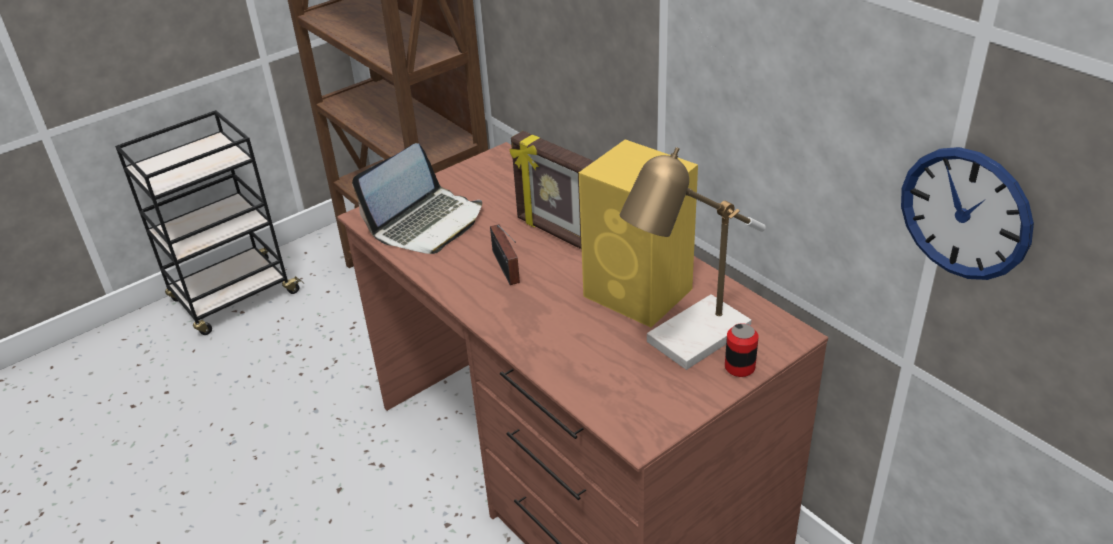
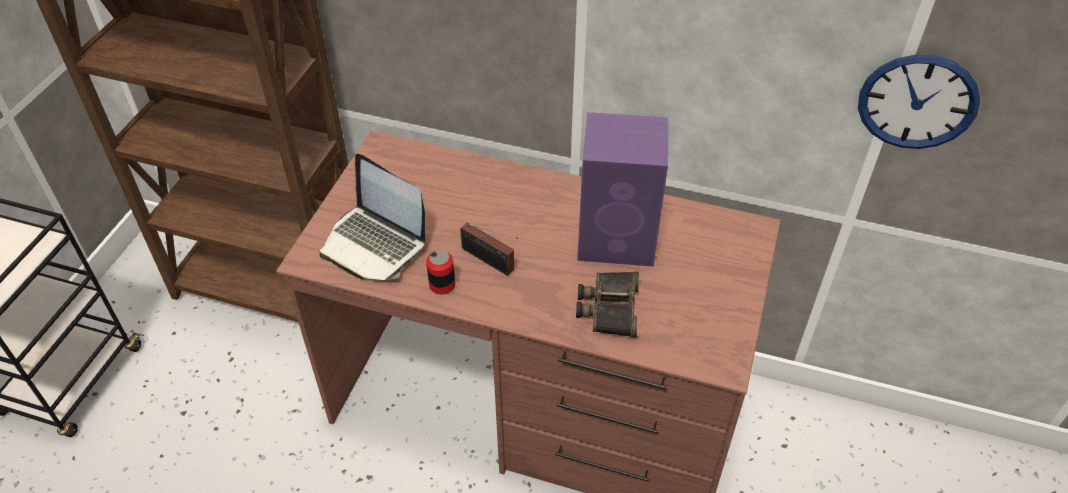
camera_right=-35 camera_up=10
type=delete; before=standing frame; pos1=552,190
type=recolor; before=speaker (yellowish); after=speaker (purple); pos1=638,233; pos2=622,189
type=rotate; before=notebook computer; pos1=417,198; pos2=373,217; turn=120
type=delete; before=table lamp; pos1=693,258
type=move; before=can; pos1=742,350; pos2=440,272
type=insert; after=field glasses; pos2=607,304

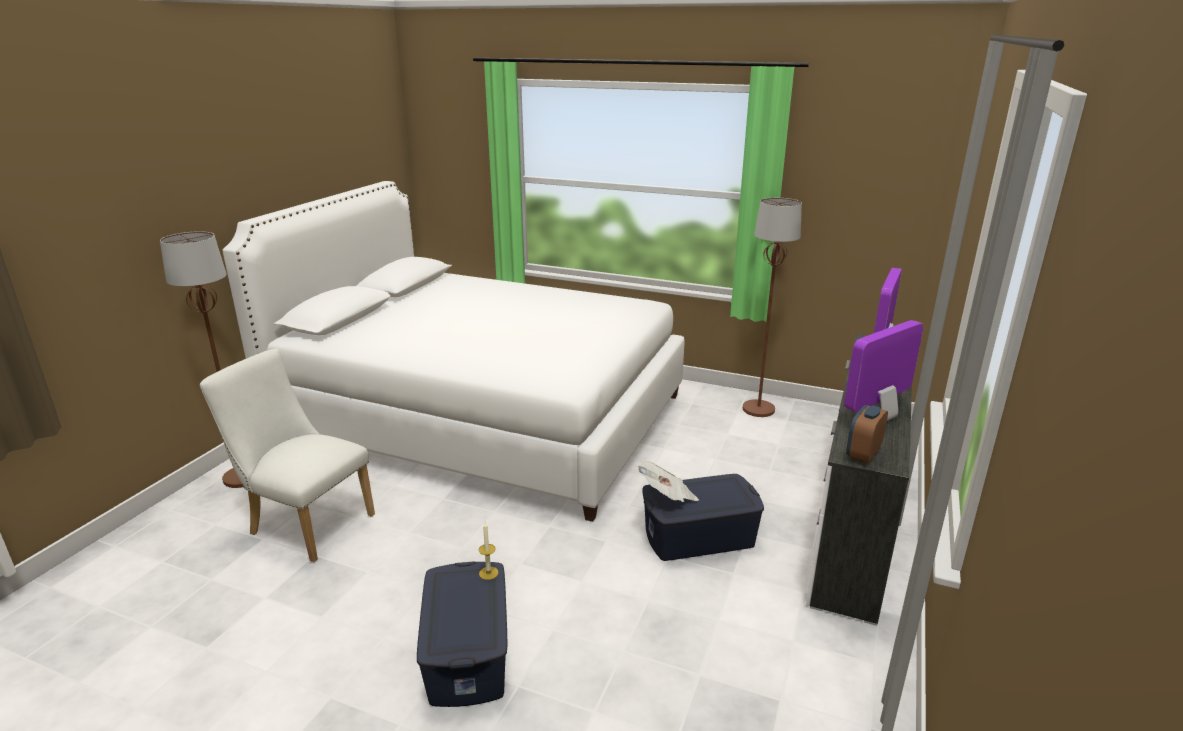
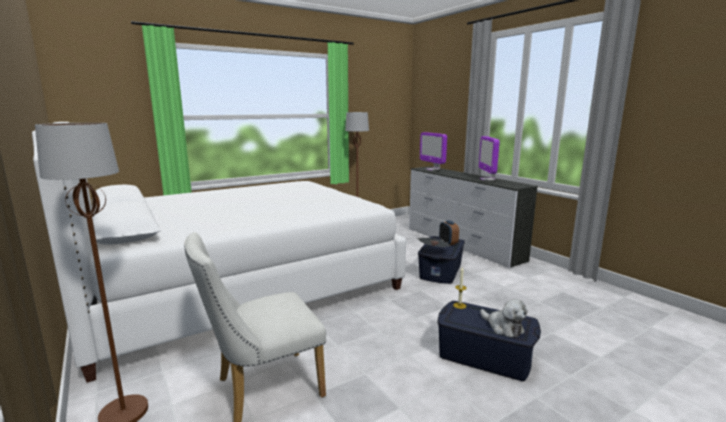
camera_right=-55 camera_up=-10
type=move; before=bedside clock; pos1=867,434; pos2=449,232
type=insert; after=plush toy; pos2=504,318

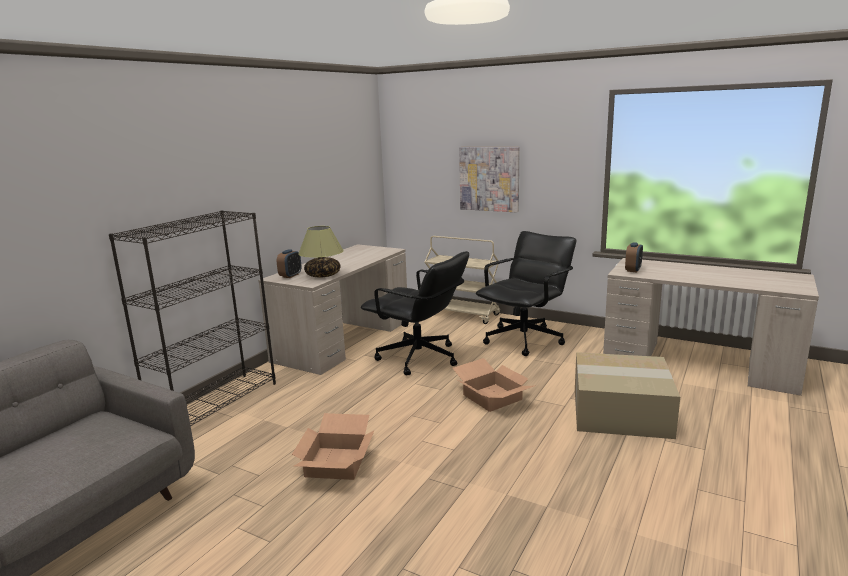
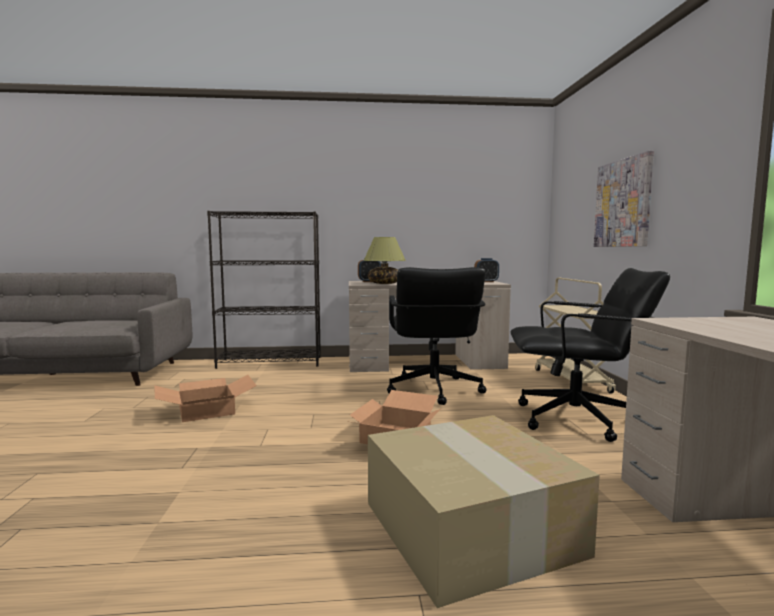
camera_right=55 camera_up=-10
type=move; before=bedside clock; pos1=634,257; pos2=486,270

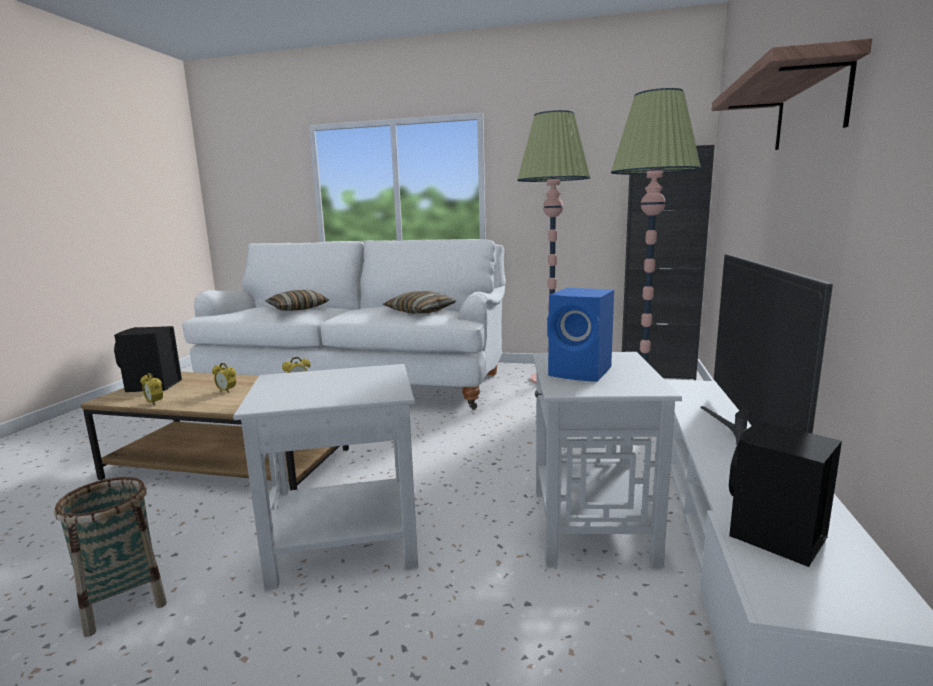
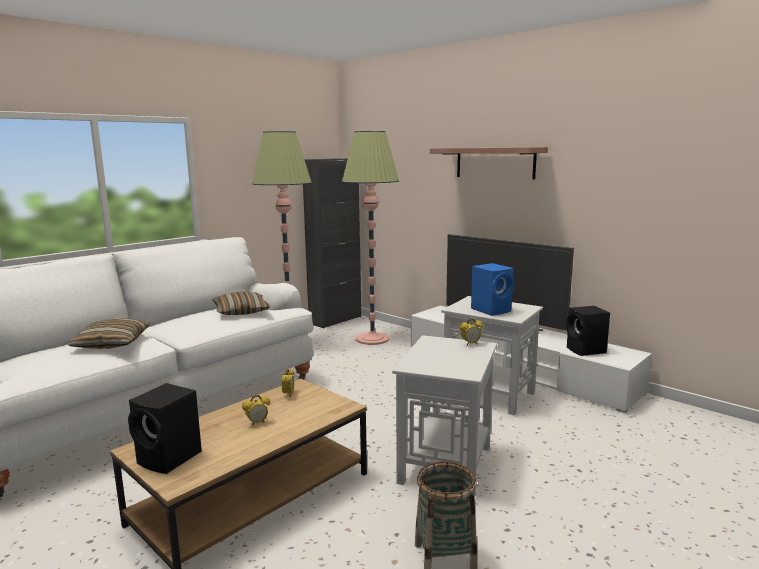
camera_right=-60 camera_up=0
type=move; before=bedside clock; pos1=151,389; pos2=471,332

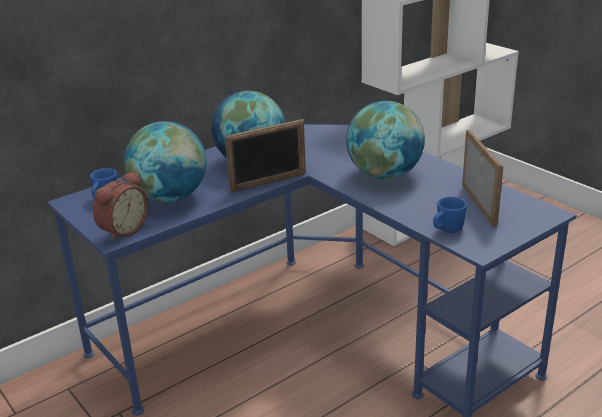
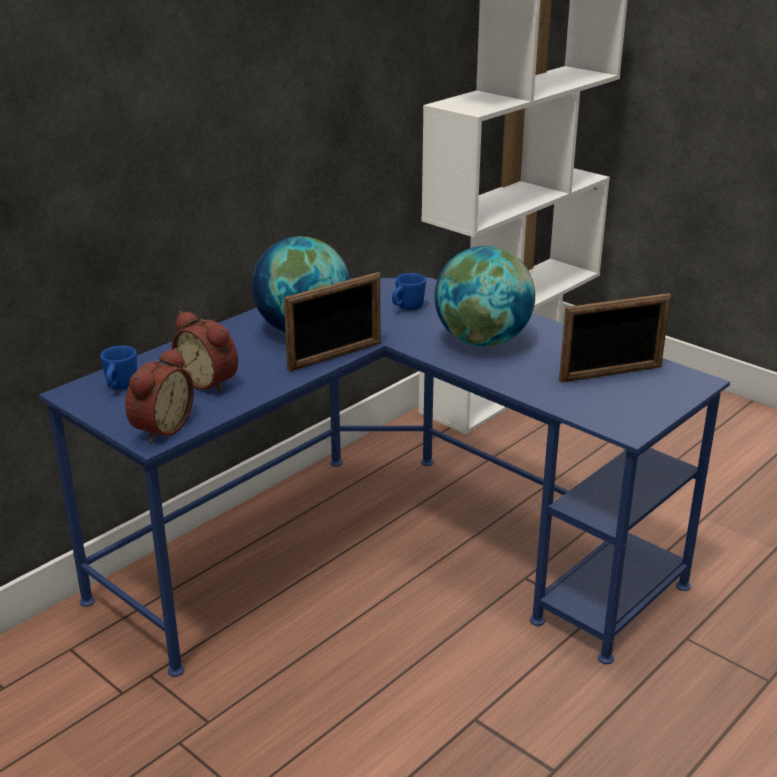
camera_right=-10 camera_up=0
type=replace; before=world globe; after=bedside clock; pos1=165,161; pos2=205,352
type=rotate; before=standing frame; pos1=482,178; pos2=615,337; turn=90
type=move; before=mug (blue-coloured); pos1=450,215; pos2=409,291

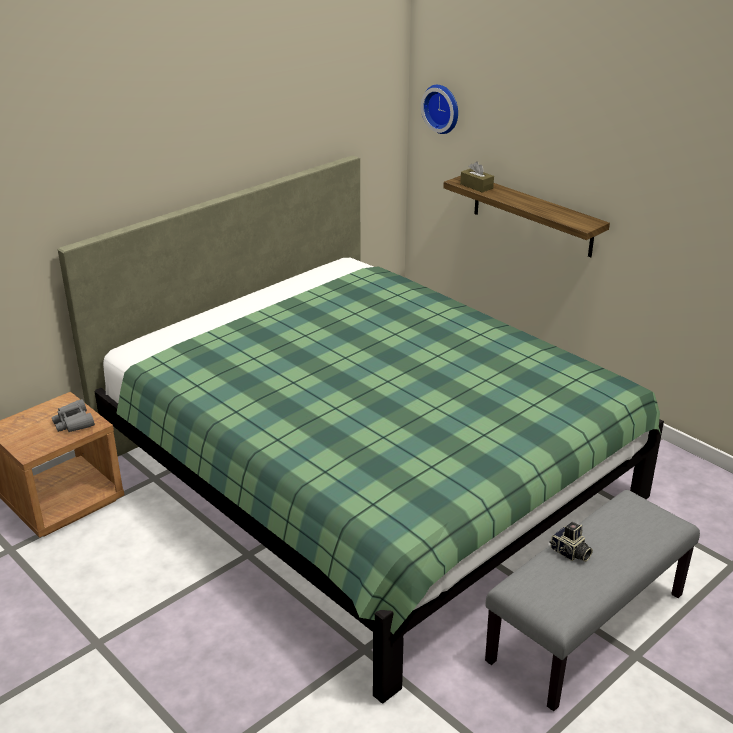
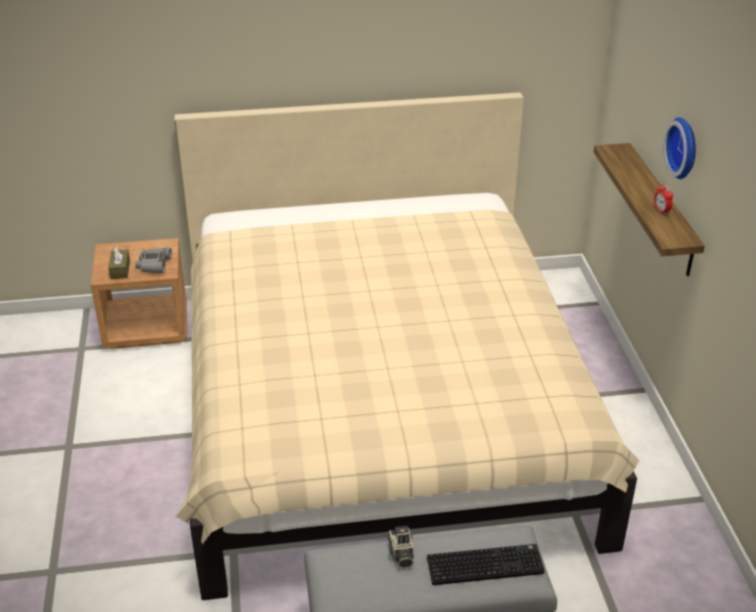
camera_right=35 camera_up=5
type=move; before=wall clock; pos1=439,109; pos2=679,148
type=recolor; before=bed (green); after=bed (sand-coloured); pos1=361,429; pos2=406,346
type=move; before=tissue holder (brown); pos1=477,177; pos2=119,263
type=insert; after=bedside clock; pos2=663,199
type=insert; after=keyboard; pos2=486,564

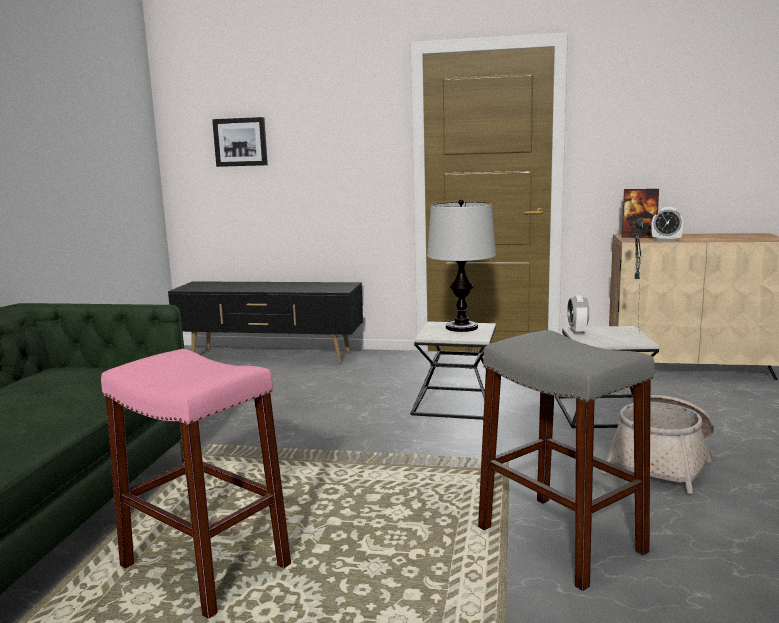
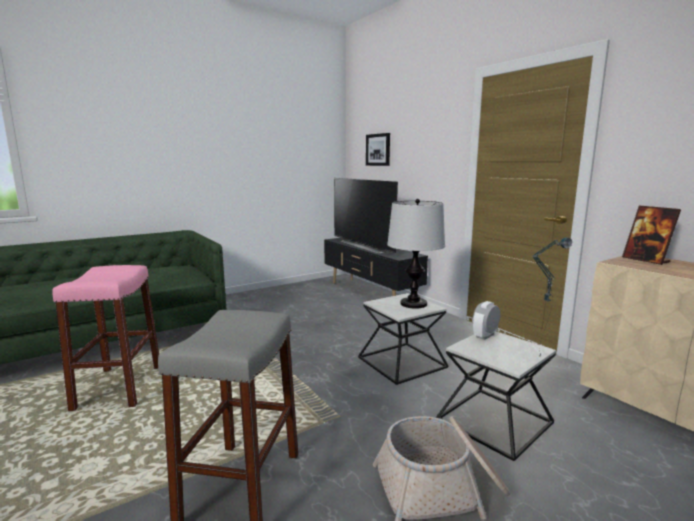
camera_right=45 camera_up=0
type=delete; before=bedside clock; pos1=668,224
type=insert; after=TV; pos2=366,216

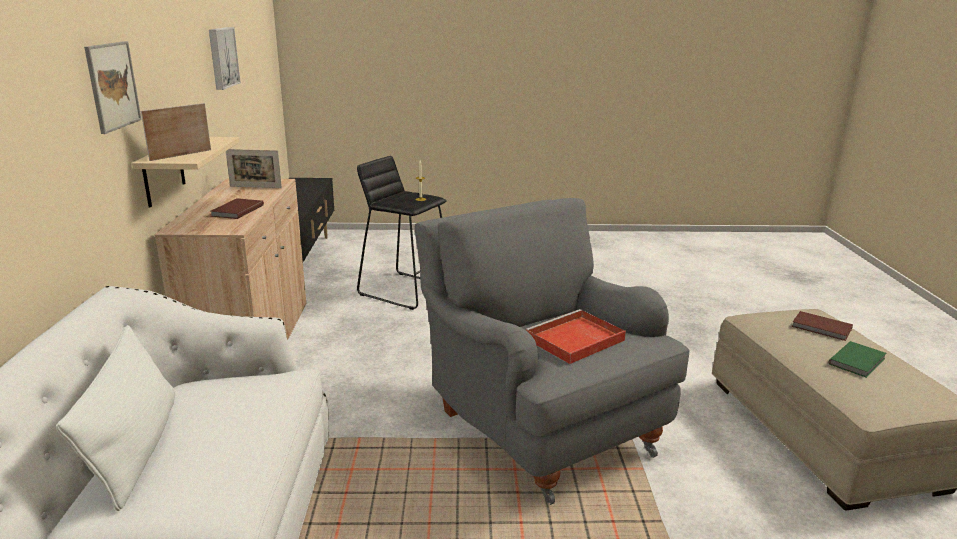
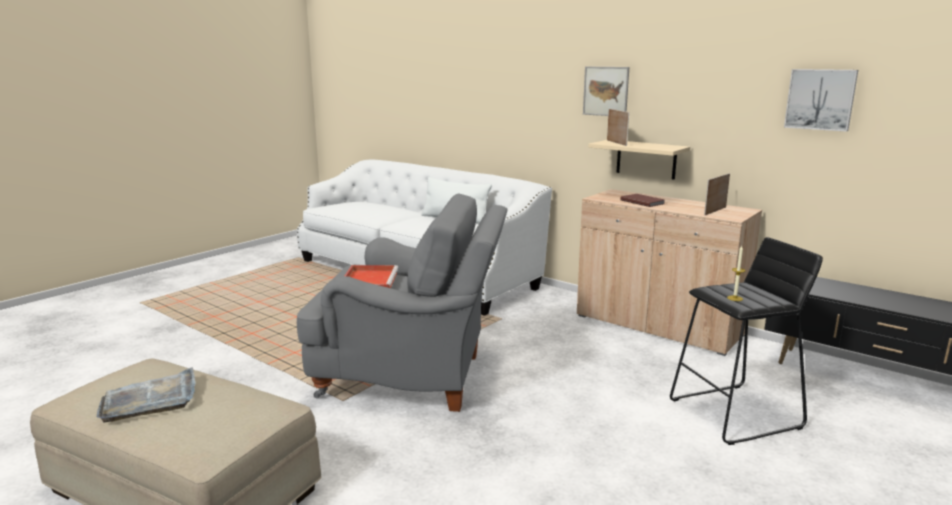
camera_right=130 camera_up=-5
type=delete; before=bound book (brown); pos1=822,326
type=replace; before=bound book (green); after=carrying tray (gray); pos1=857,359; pos2=146,394

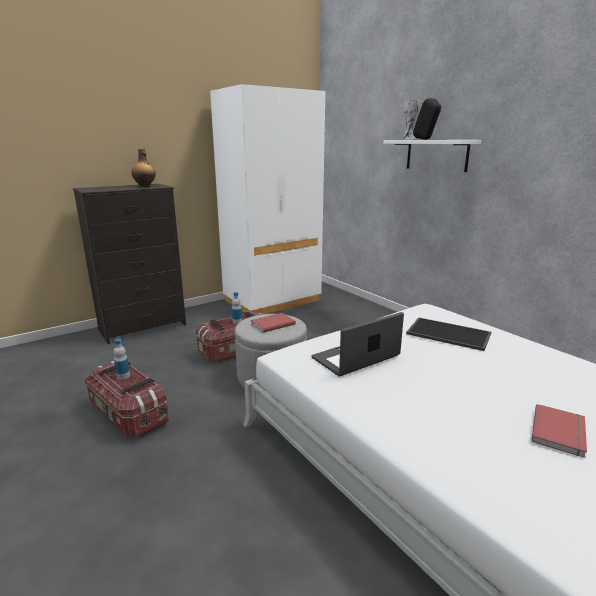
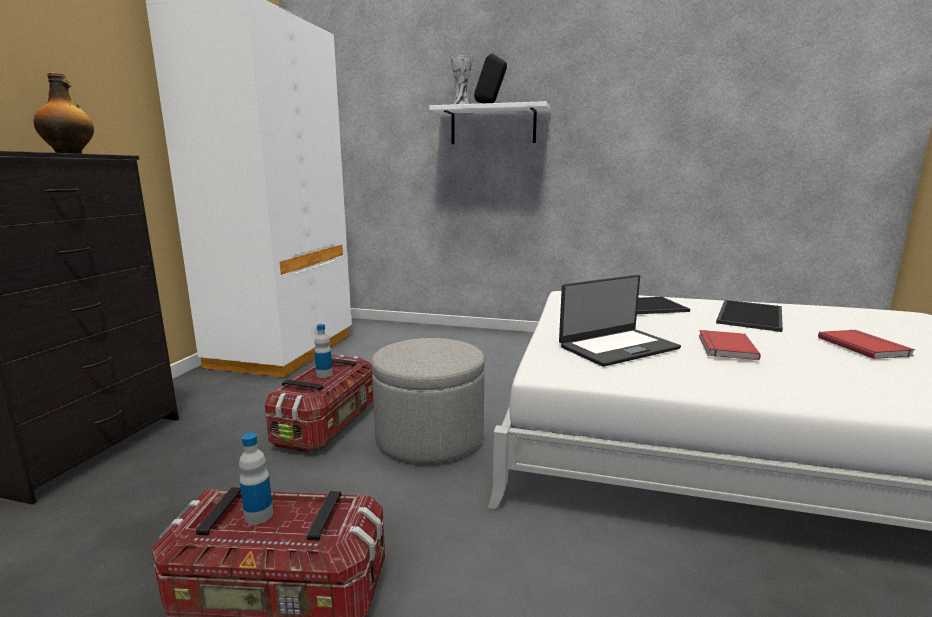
camera_right=-40 camera_up=-5
type=rotate; before=notebook computer; pos1=357,344; pos2=620,321; turn=-135
type=move; before=bound book (red-coloured); pos1=273,323; pos2=730,345
type=insert; after=carrying tray; pos2=749,316

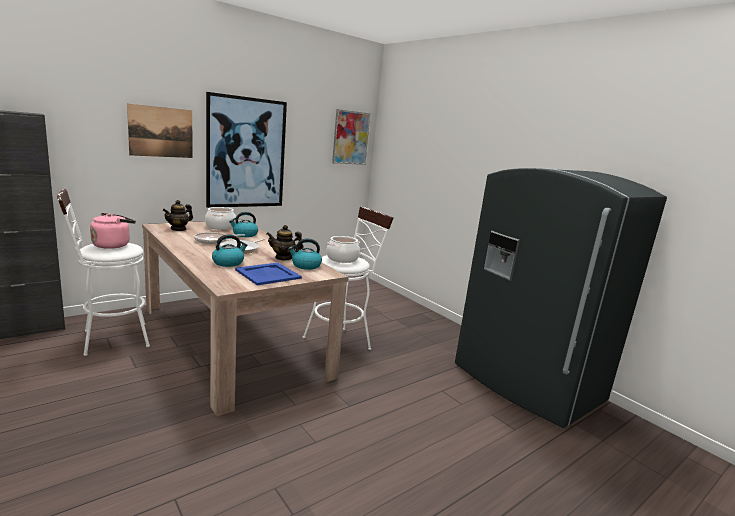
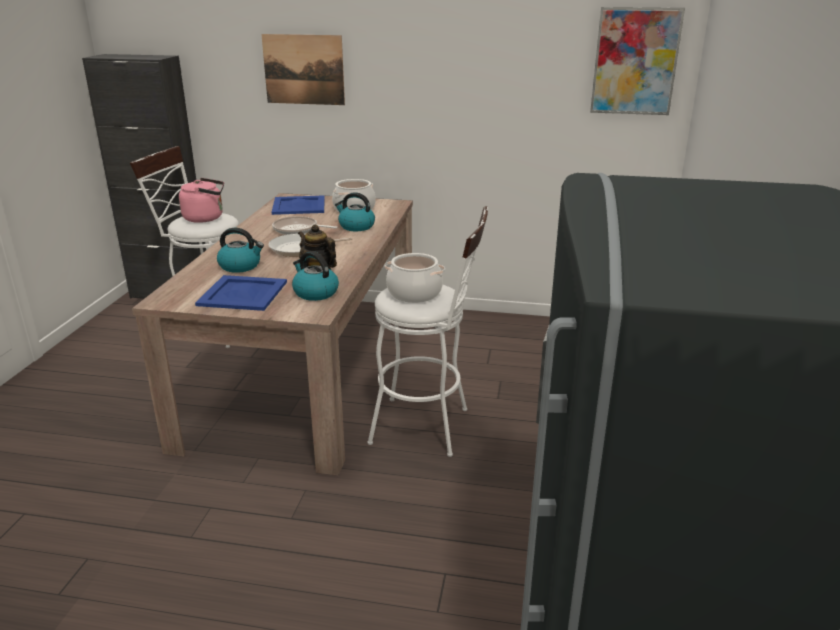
camera_right=50 camera_up=10
type=delete; before=wall art; pos1=246,150
type=replace; before=tea pot; after=carrying tray (blue-coloured); pos1=178,215; pos2=298,205

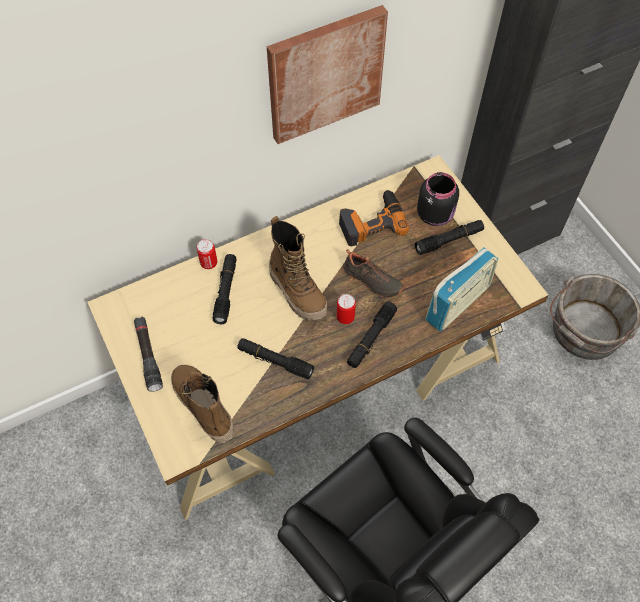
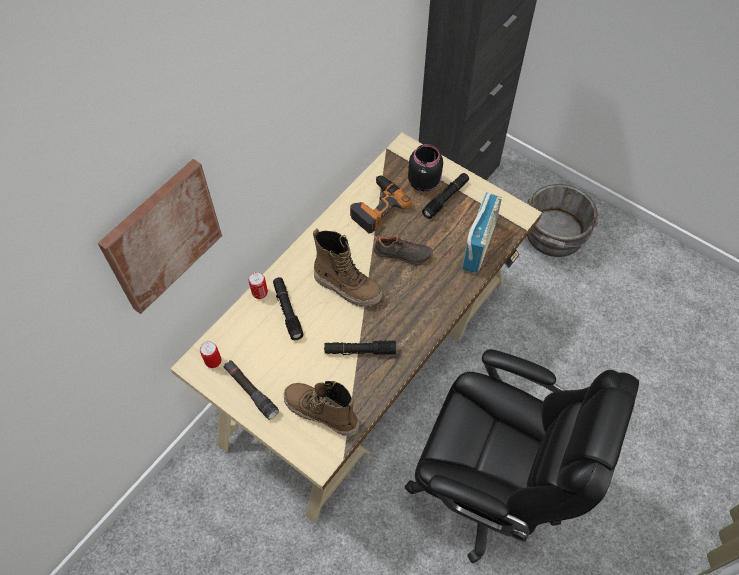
camera_right=-25 camera_up=0
type=move; before=wall art; pos1=327,74; pos2=160,236
type=move; before=can; pos1=346,309; pos2=210,354
type=delete; before=hand torch (black-coloured); pos1=372,334

